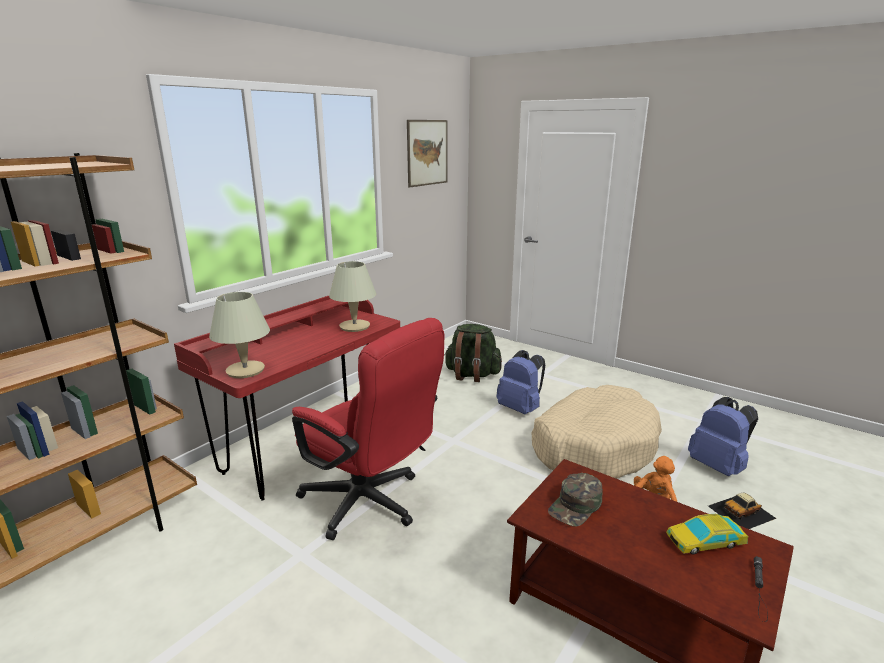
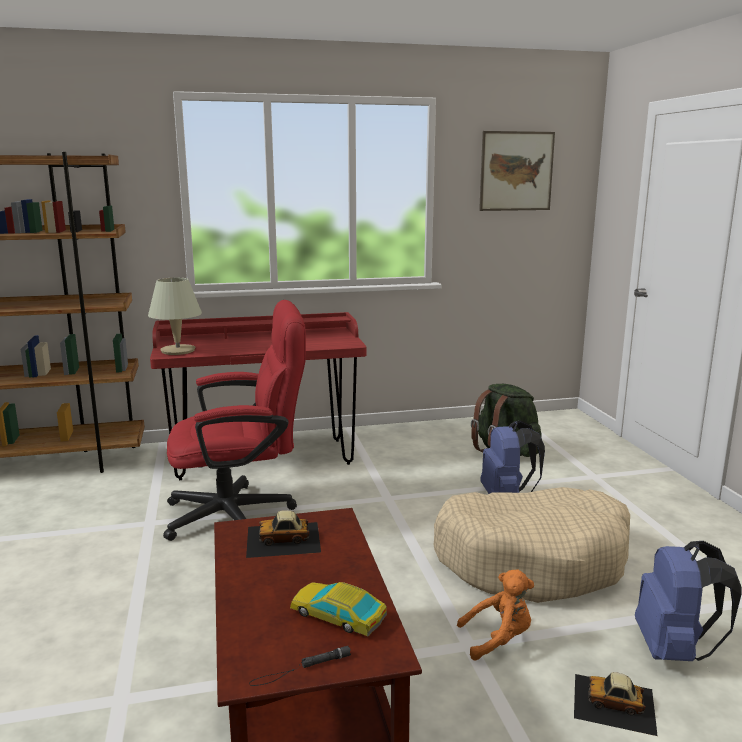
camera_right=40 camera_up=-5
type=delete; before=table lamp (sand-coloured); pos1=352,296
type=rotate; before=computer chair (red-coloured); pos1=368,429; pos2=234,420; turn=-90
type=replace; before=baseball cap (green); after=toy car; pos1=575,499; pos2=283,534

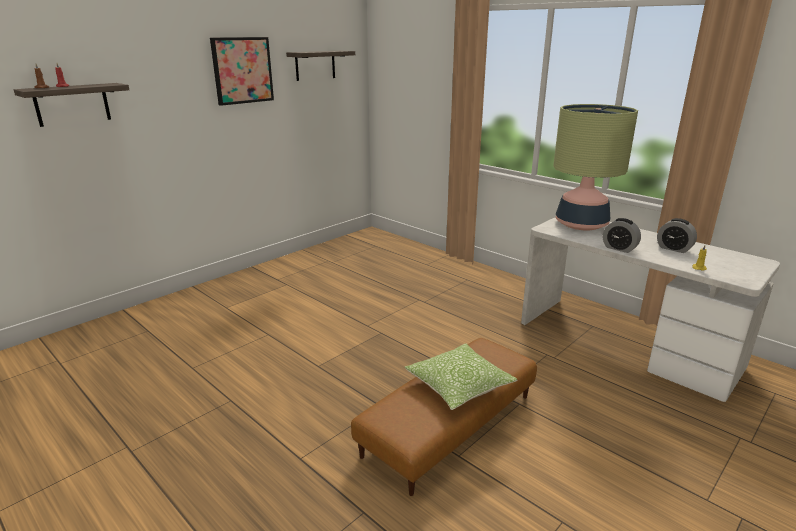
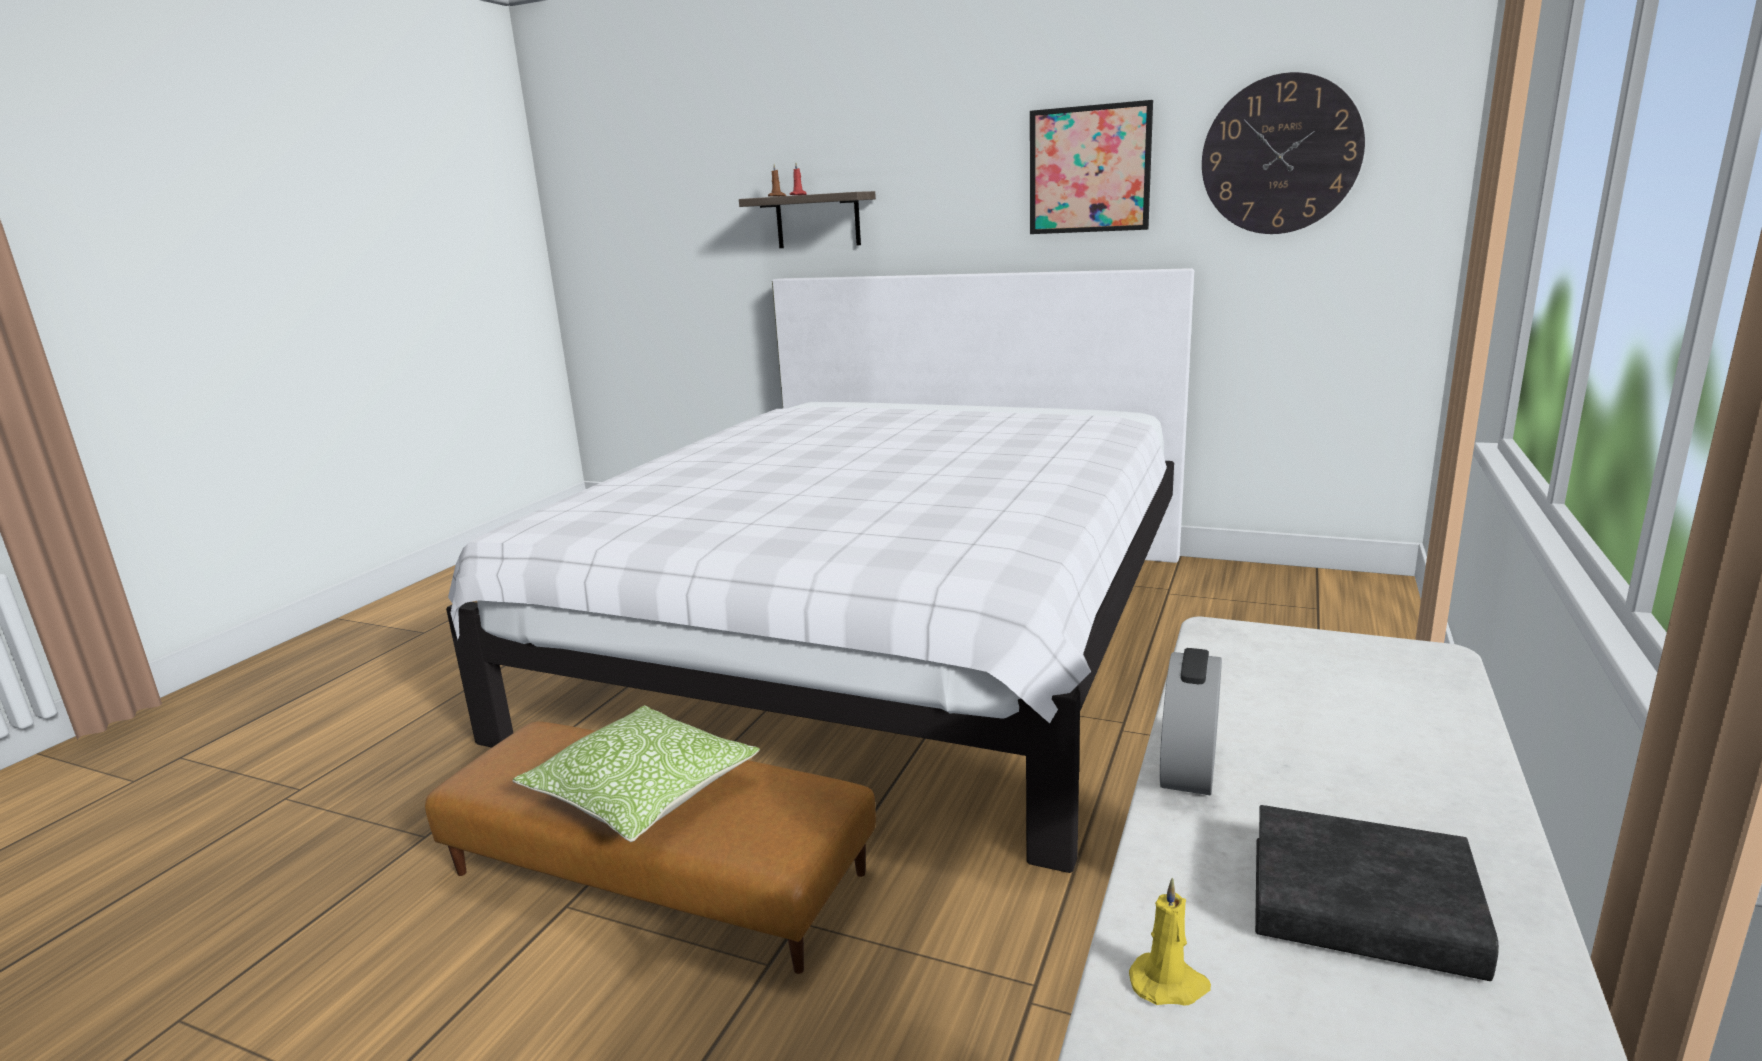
camera_right=70 camera_up=-5
type=replace; before=wall shelf; after=wall clock; pos1=320,66; pos2=1283,153
type=delete; before=table lamp; pos1=595,167
type=replace; before=bedside clock; after=bound book (black-coloured); pos1=677,235; pos2=1377,893
type=insert; after=bed (white); pos2=820,570

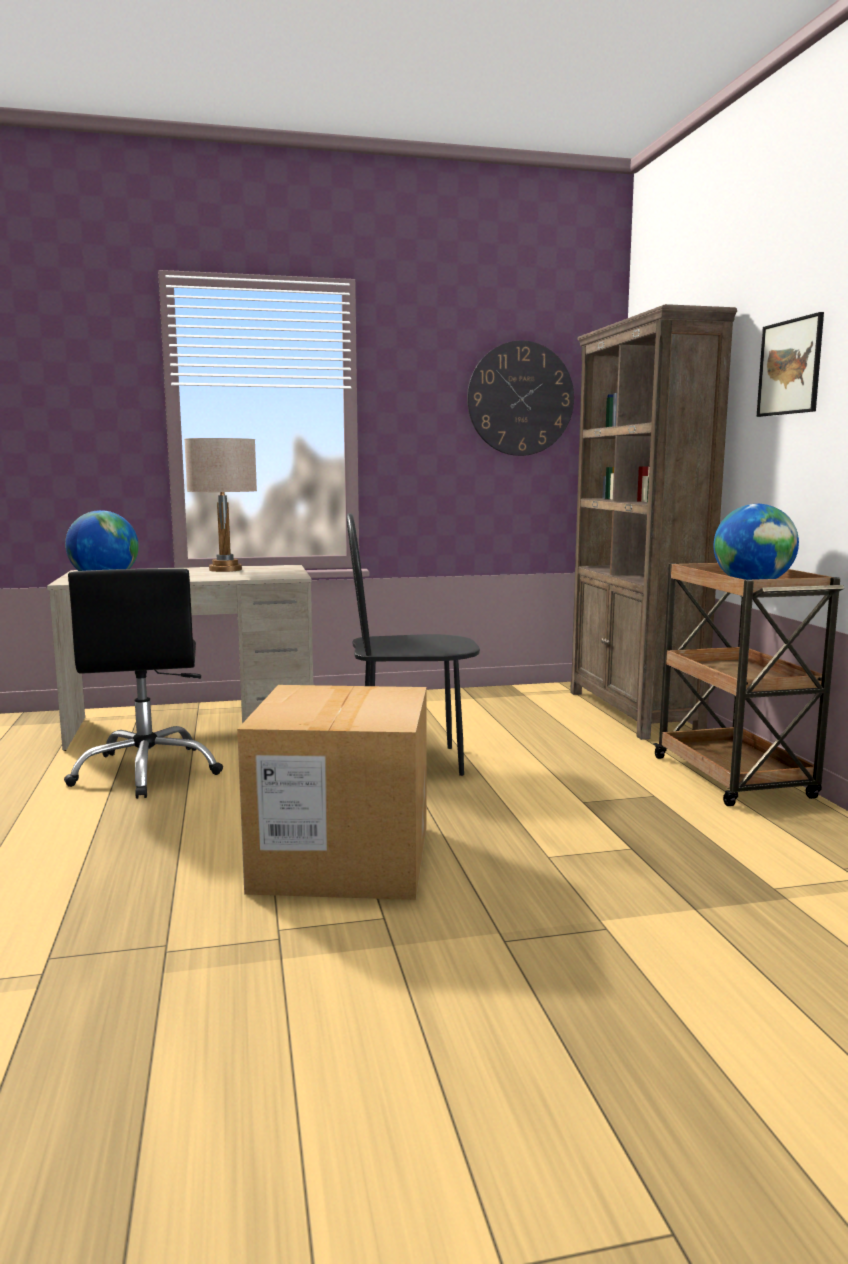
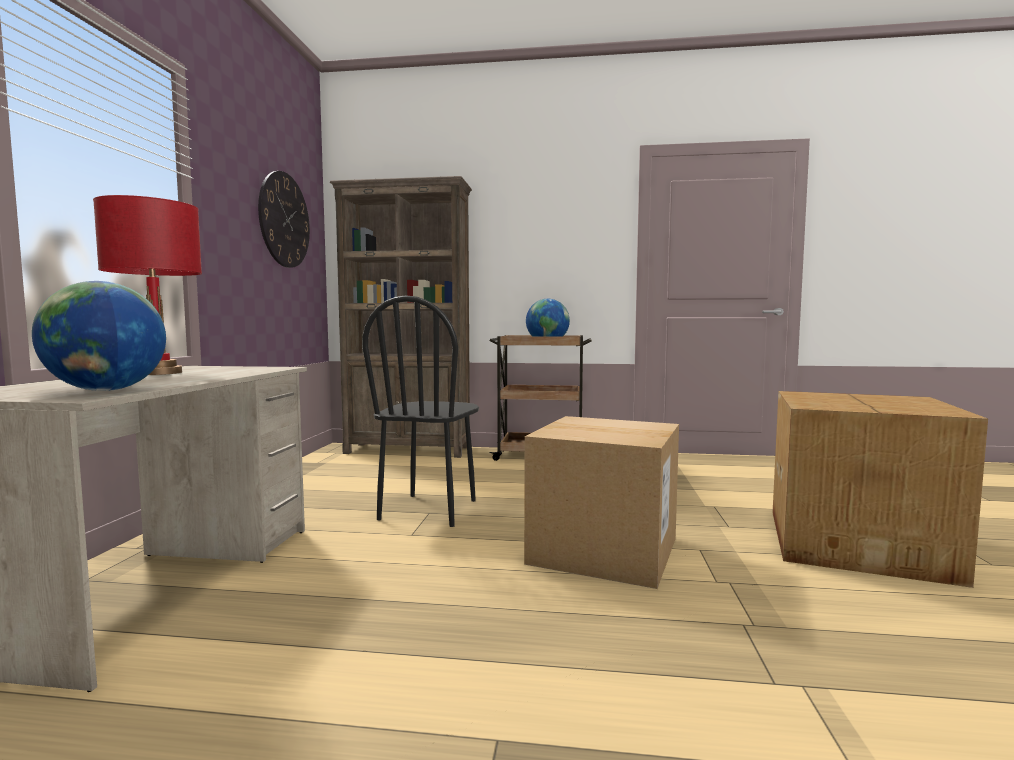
camera_right=-70 camera_up=-5
type=delete; before=wall art; pos1=790,364
type=recolor; before=table lamp (sand-coloured); after=table lamp (red-coloured); pos1=220,505; pos2=147,285
type=delete; before=computer chair (black-coloured); pos1=143,683
type=insert; after=cardboard box; pos2=880,489

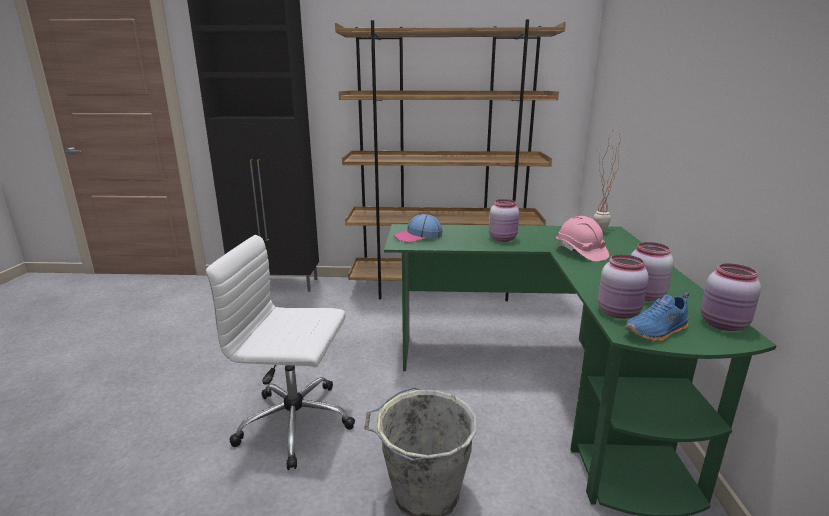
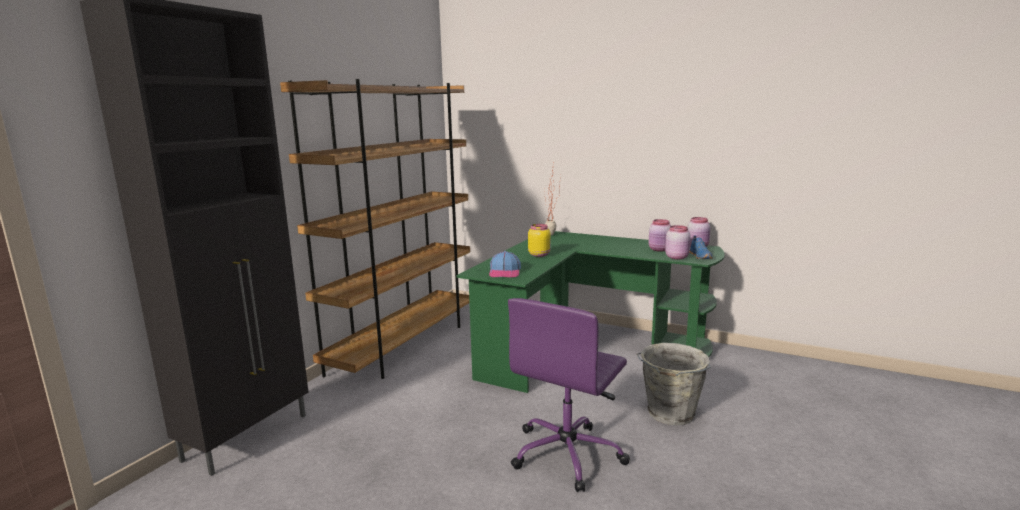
camera_right=-65 camera_up=-5
type=recolor; before=jar (pinkish); after=jar (yellowish); pos1=504,220; pos2=539,240
type=delete; before=hard hat (pinkish); pos1=582,238
type=recolor; before=computer chair (white); after=computer chair (purple); pos1=280,352; pos2=569,395

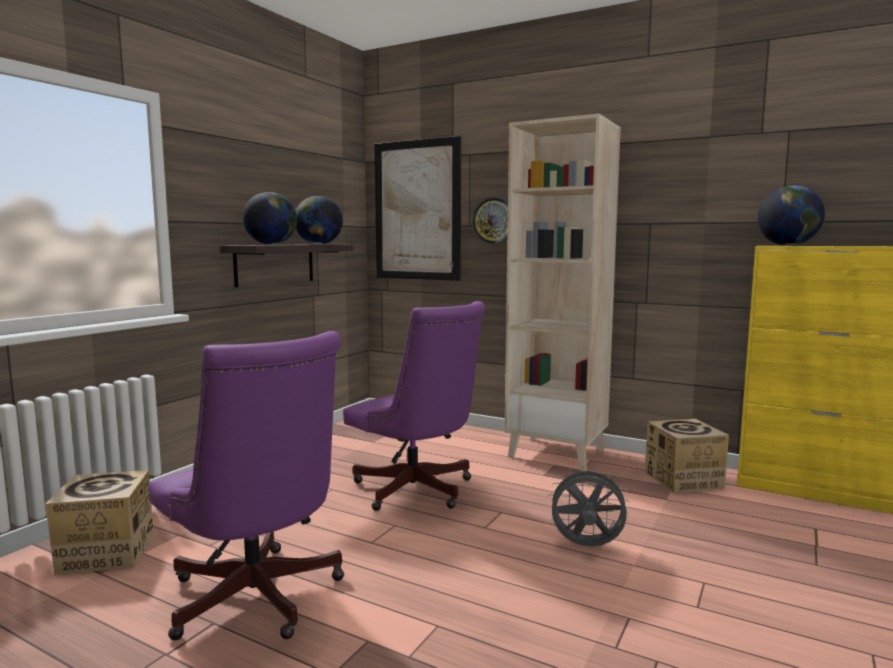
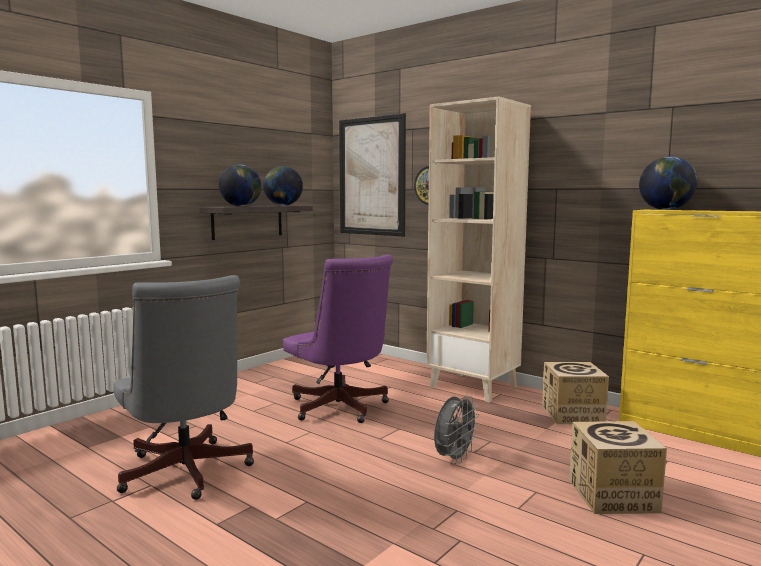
camera_right=10 camera_up=0
type=recolor; before=computer chair (purple); after=computer chair (gray); pos1=246,485; pos2=184,387
type=rotate; before=electric fan (gray); pos1=589,506; pos2=457,429; turn=105
type=move; before=cardboard box; pos1=99,522; pos2=618,467

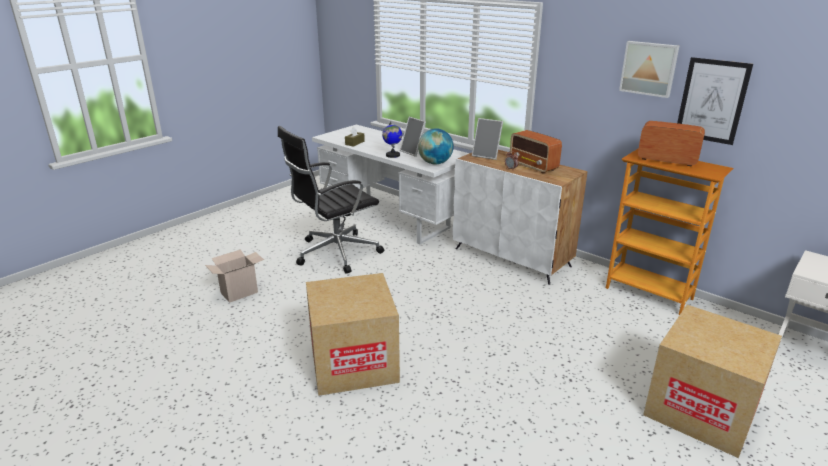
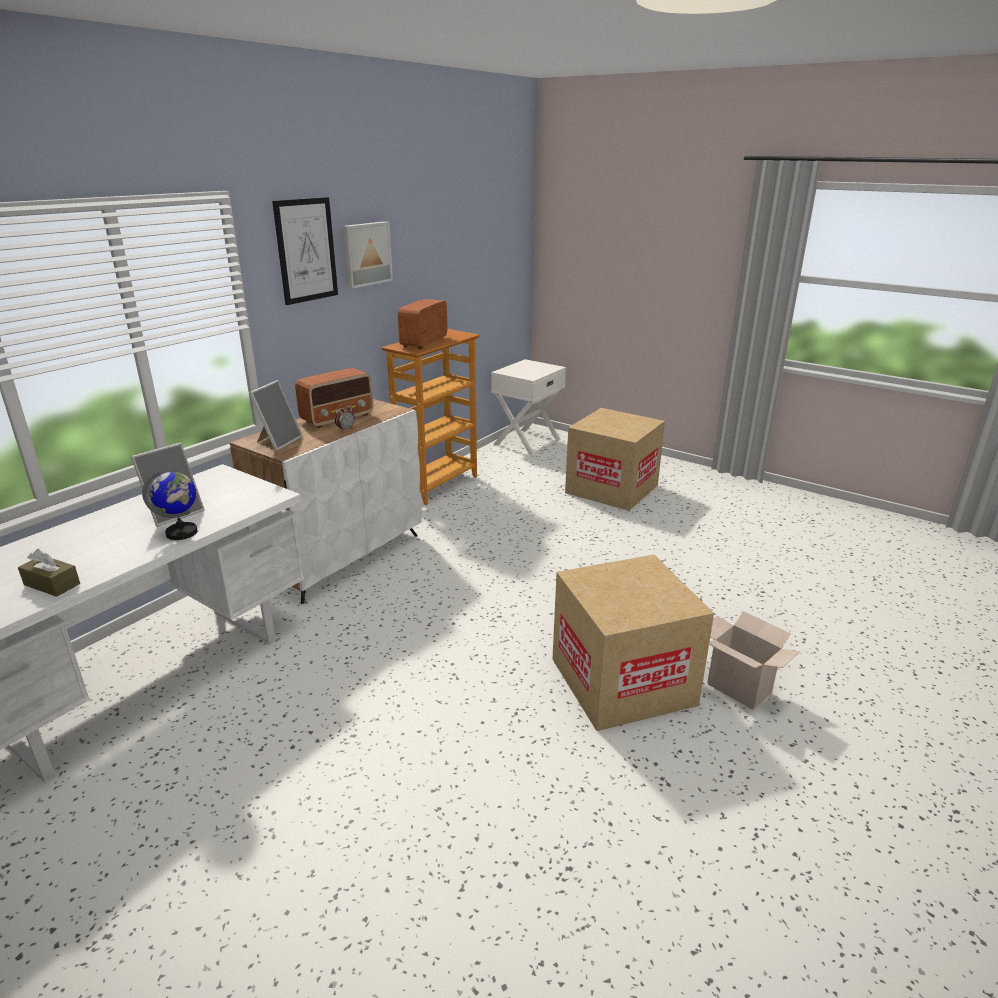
camera_right=-95 camera_up=0
type=move; before=wall art; pos1=715,101; pos2=305,251
type=delete; before=computer chair (black-coloured); pos1=331,200
type=delete; before=world globe; pos1=436,146
type=move; before=cardboard box; pos1=234,276; pos2=753,660

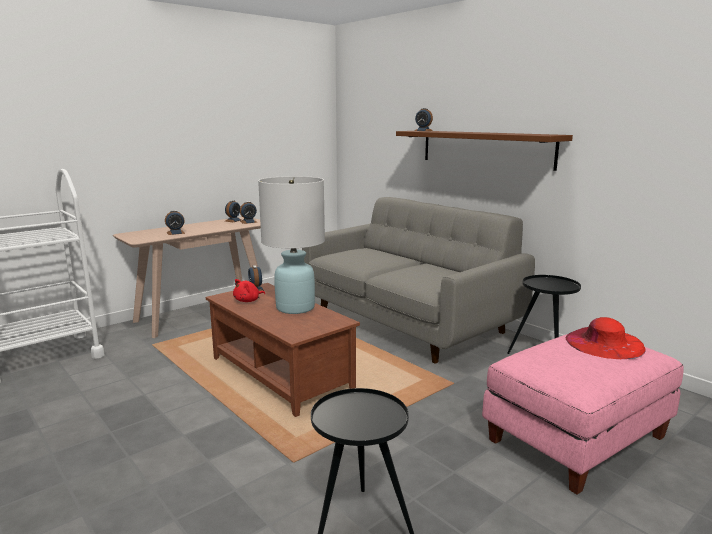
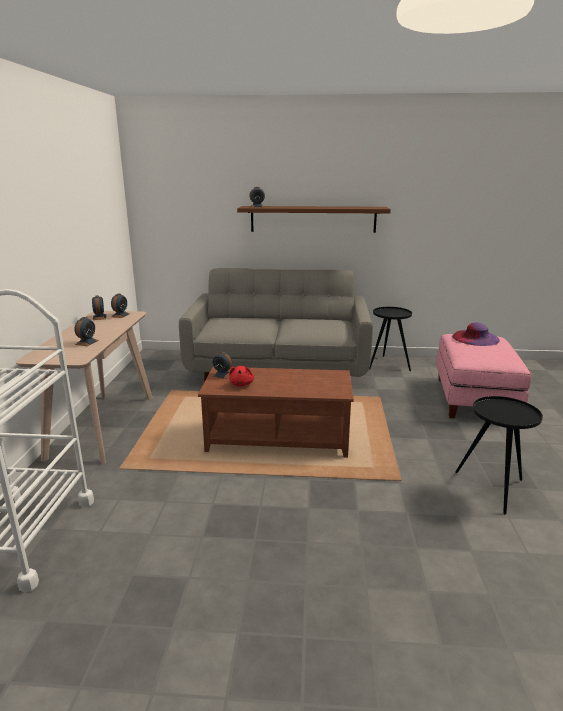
camera_right=-45 camera_up=5
type=delete; before=table lamp (white); pos1=291,245
type=recolor; before=clothing hat (red-coloured); after=clothing hat (purple); pos1=606,338; pos2=476,334

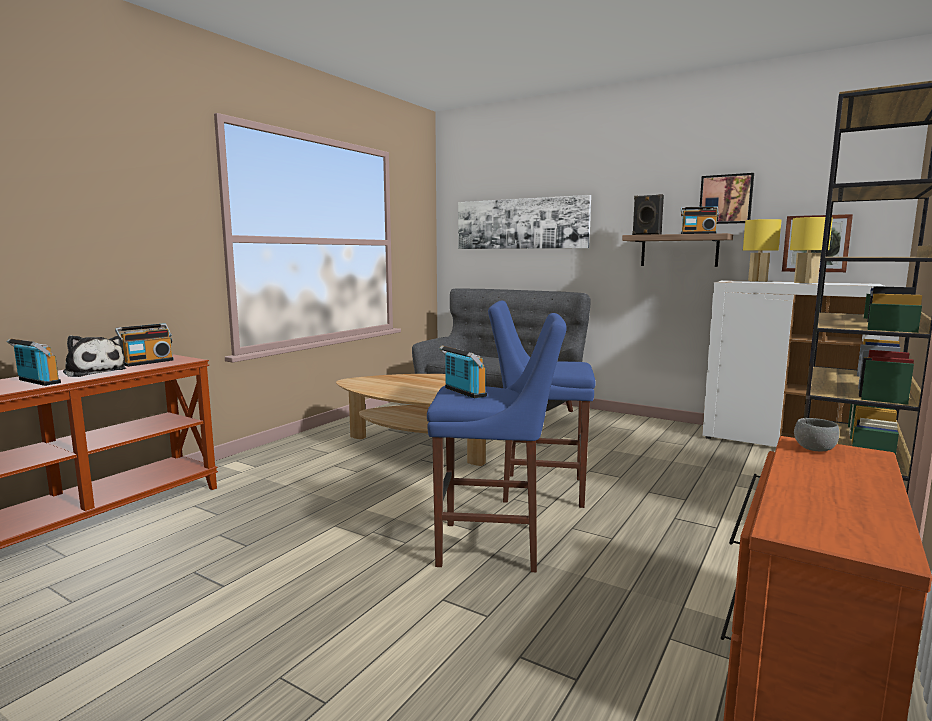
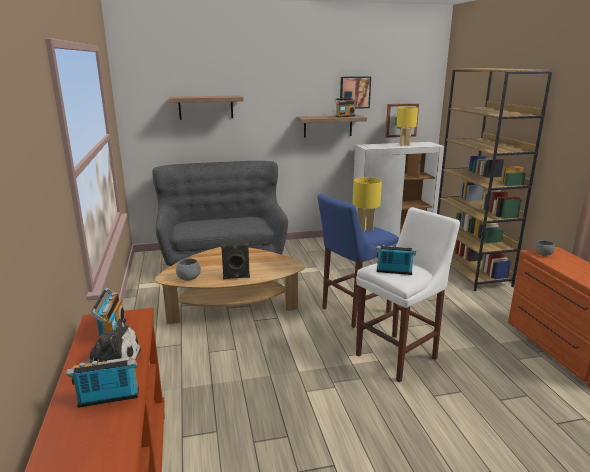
camera_right=-45 camera_up=10
type=move; before=speaker (black-coloured); pos1=648,214; pos2=235,260
type=replace; before=wall art; after=wall shelf; pos1=524,222; pos2=206,108
type=move; before=table lamp (yellowish); pos1=762,250; pos2=367,204
type=recolor; before=sitting stool (blue-coloured); after=sitting stool (white); pos1=497,442; pos2=408,294
type=insert; after=serving bowl (gray); pos2=188,269

